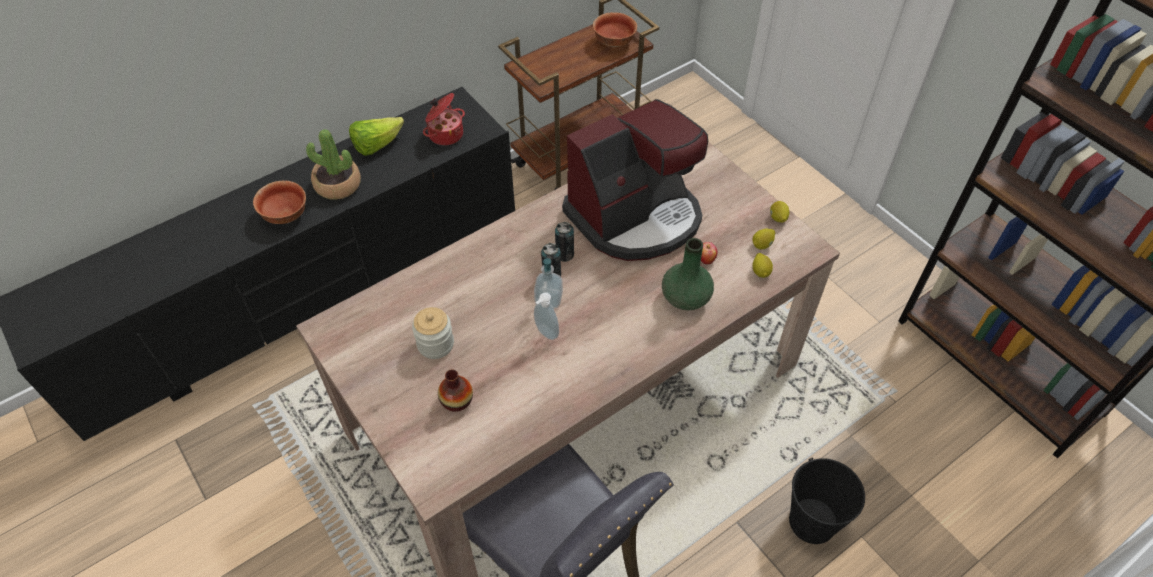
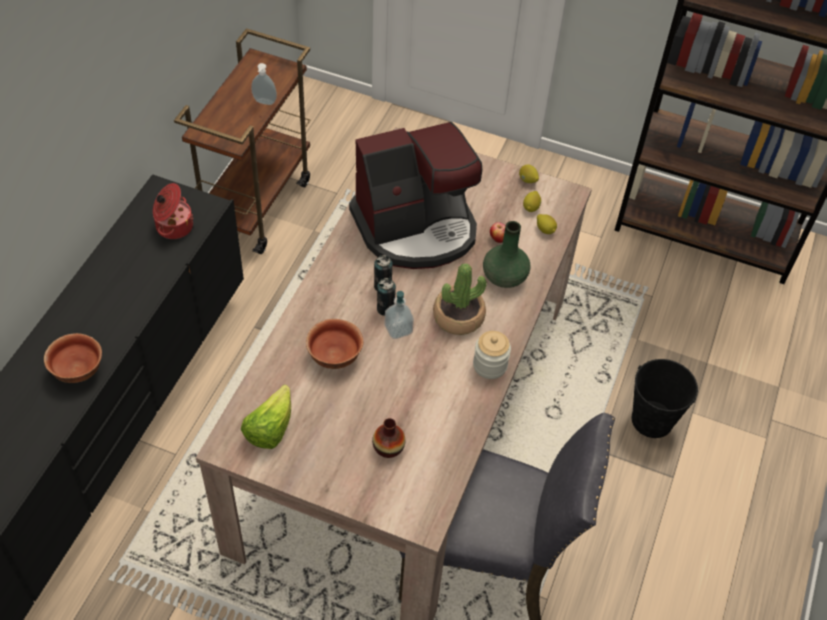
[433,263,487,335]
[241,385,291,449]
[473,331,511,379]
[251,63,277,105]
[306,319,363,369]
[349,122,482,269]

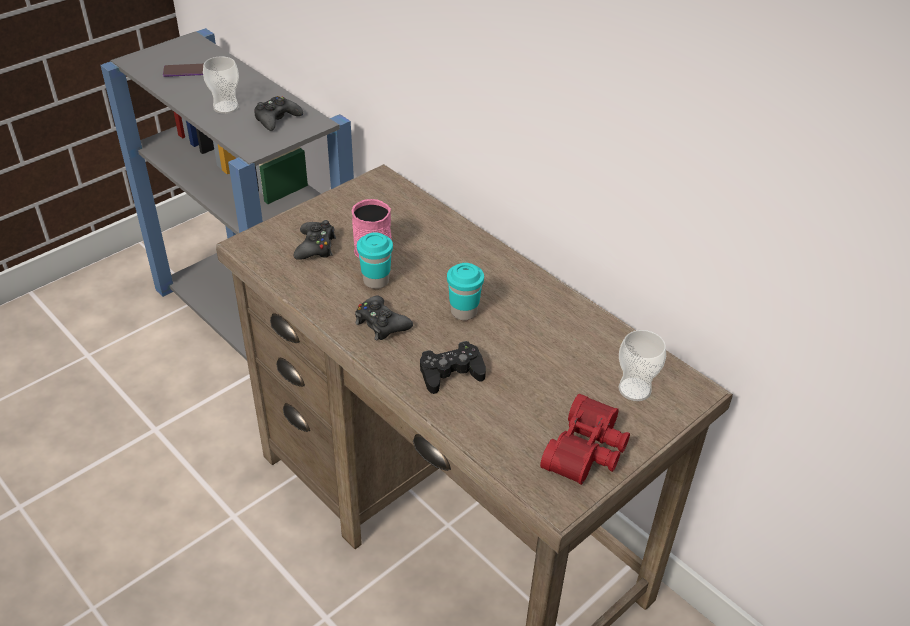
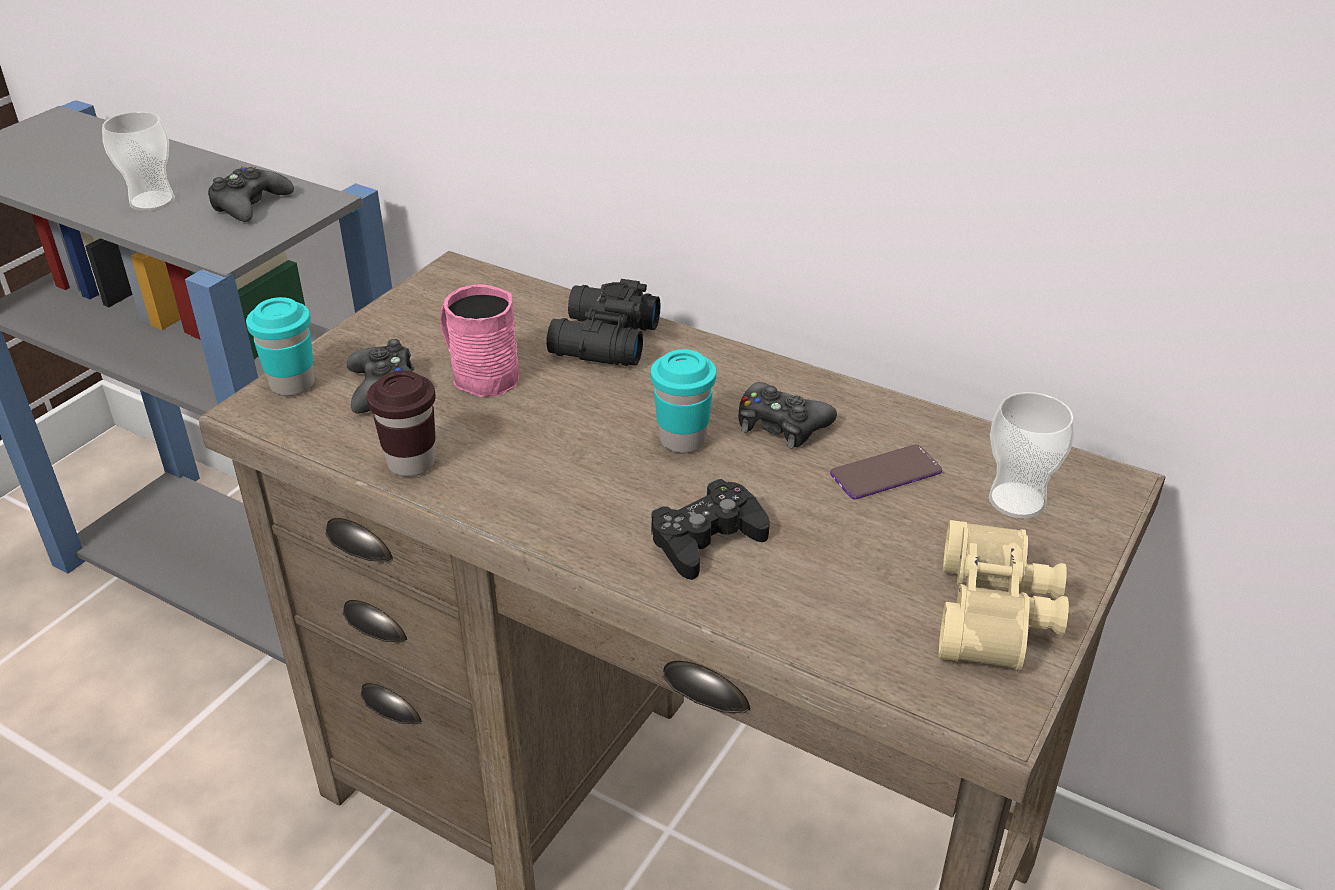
[366,371,436,477]
[547,279,660,366]
[830,444,942,499]
[739,382,837,449]
[246,297,314,396]
[938,520,1069,671]

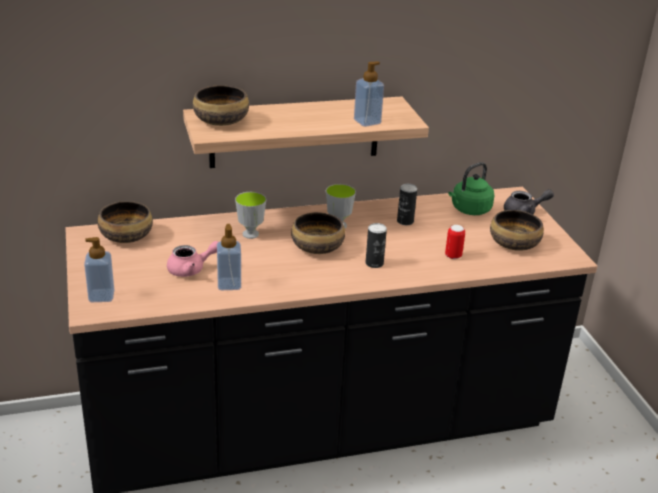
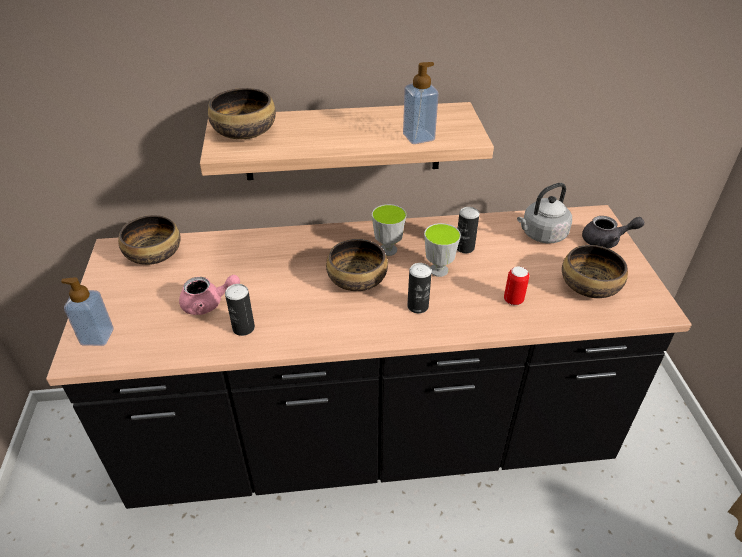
[424,223,461,277]
[225,284,255,336]
[517,183,572,243]

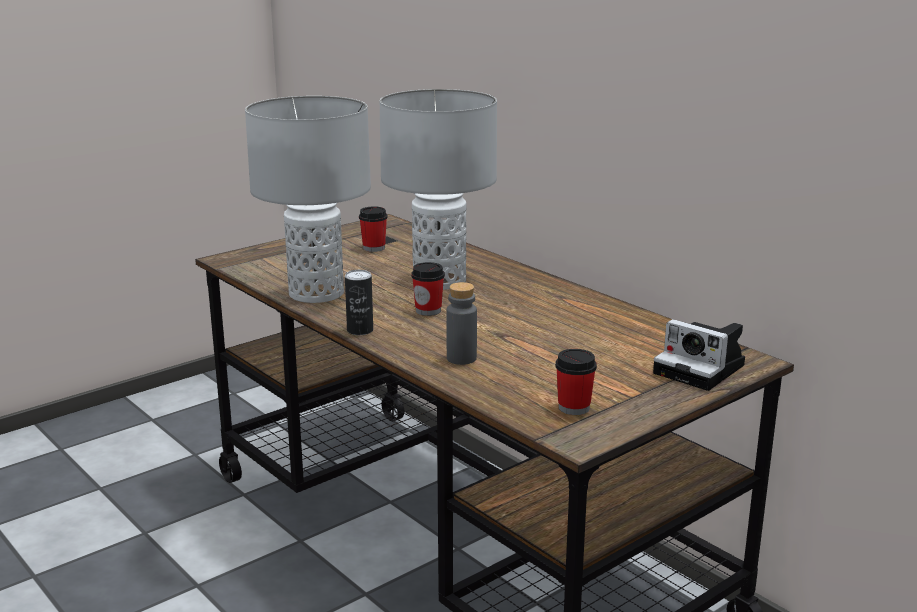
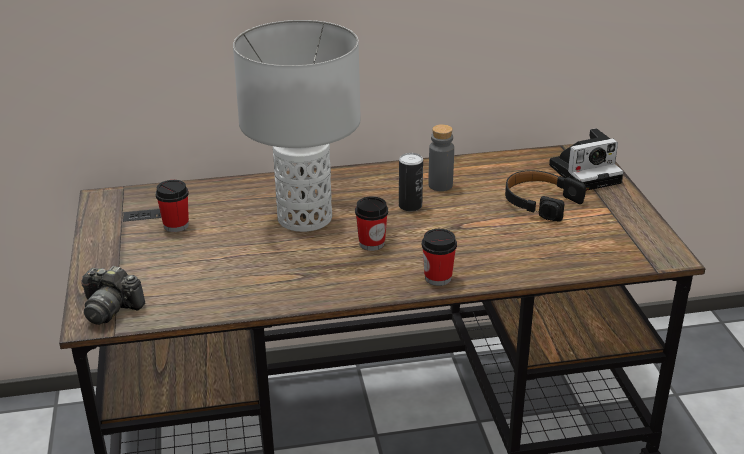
[245,96,371,303] (first image)
[81,266,145,325]
[505,170,586,221]
[399,153,423,211]
[428,124,454,191]
[422,229,457,286]

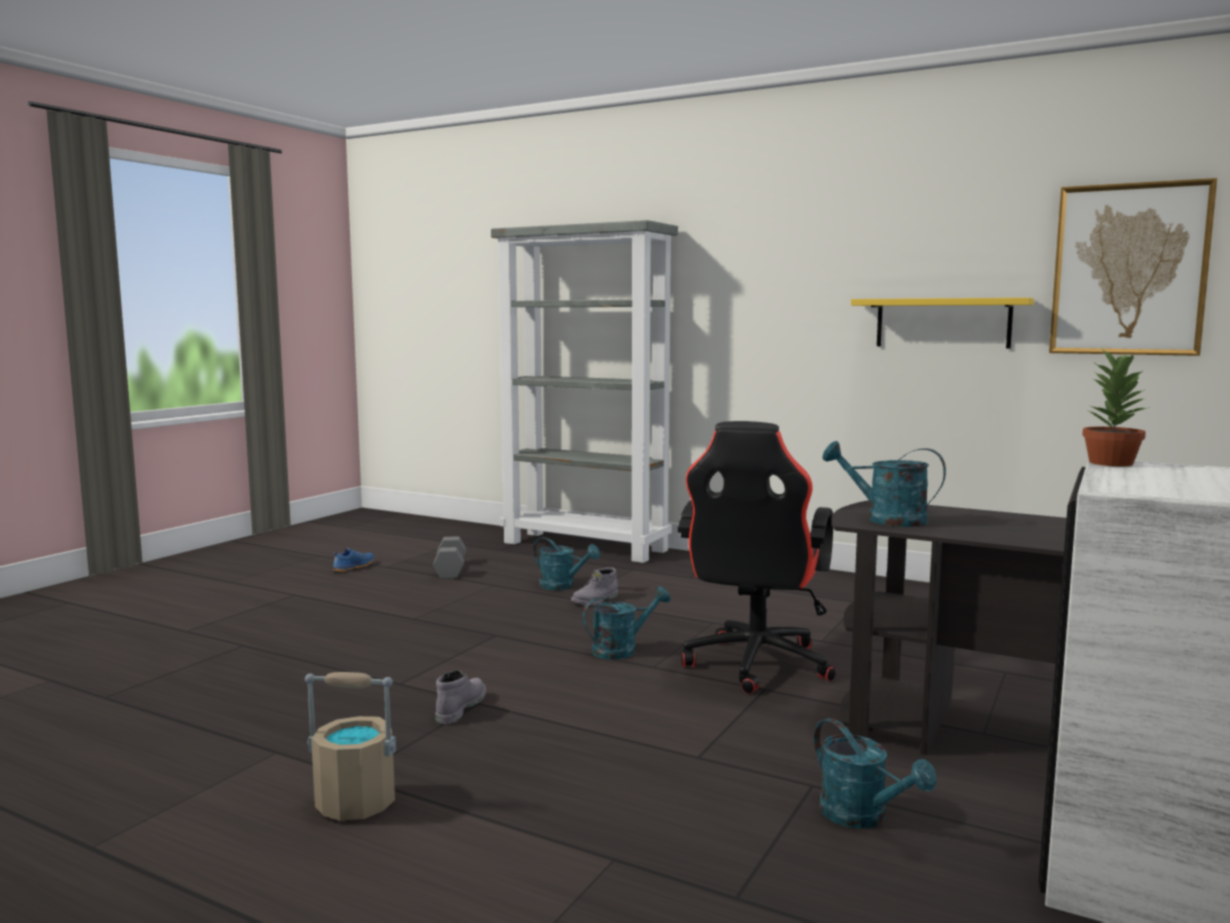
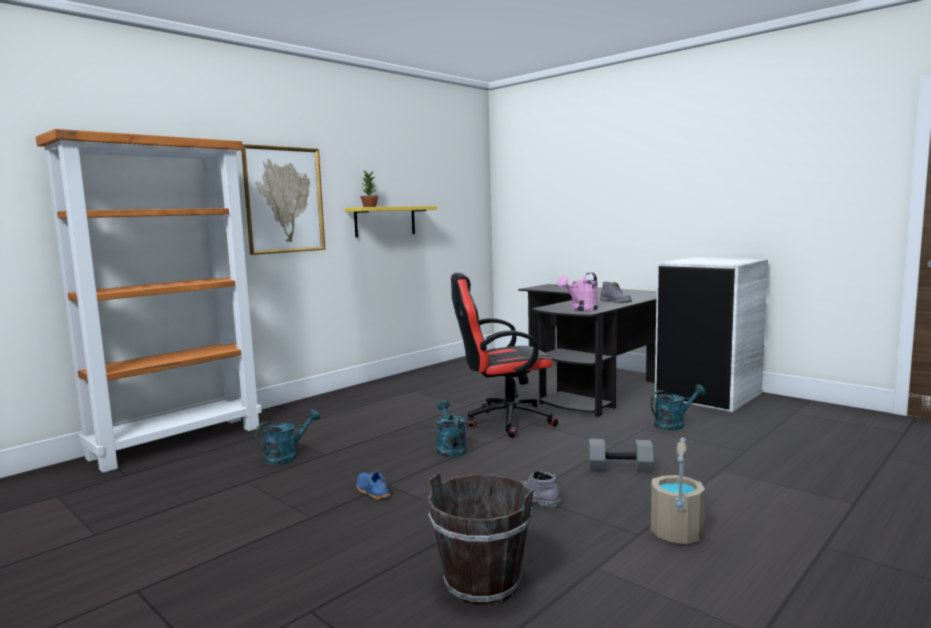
[427,472,534,606]
[357,471,390,500]
[589,439,654,472]
[600,282,632,303]
[241,144,325,255]
[361,170,379,207]
[36,129,262,473]
[558,272,598,311]
[451,273,558,438]

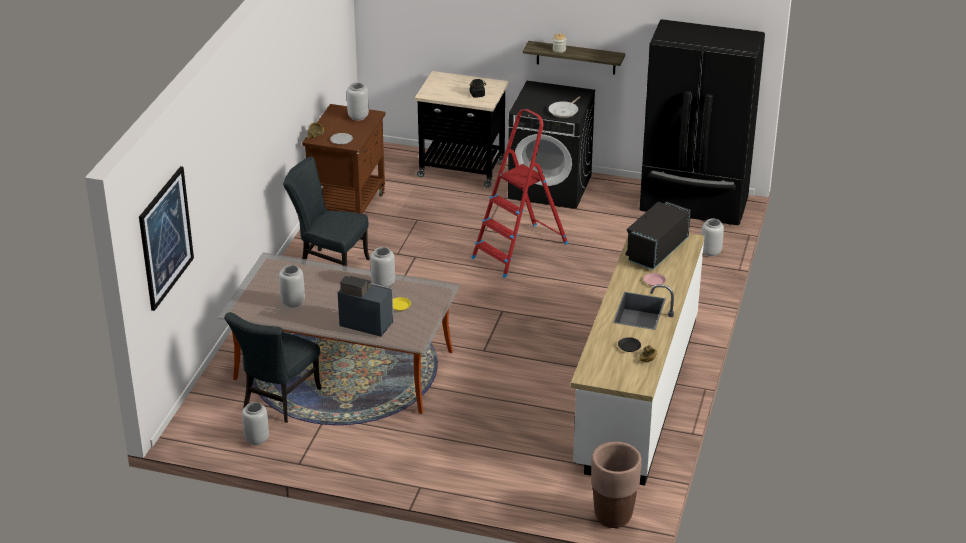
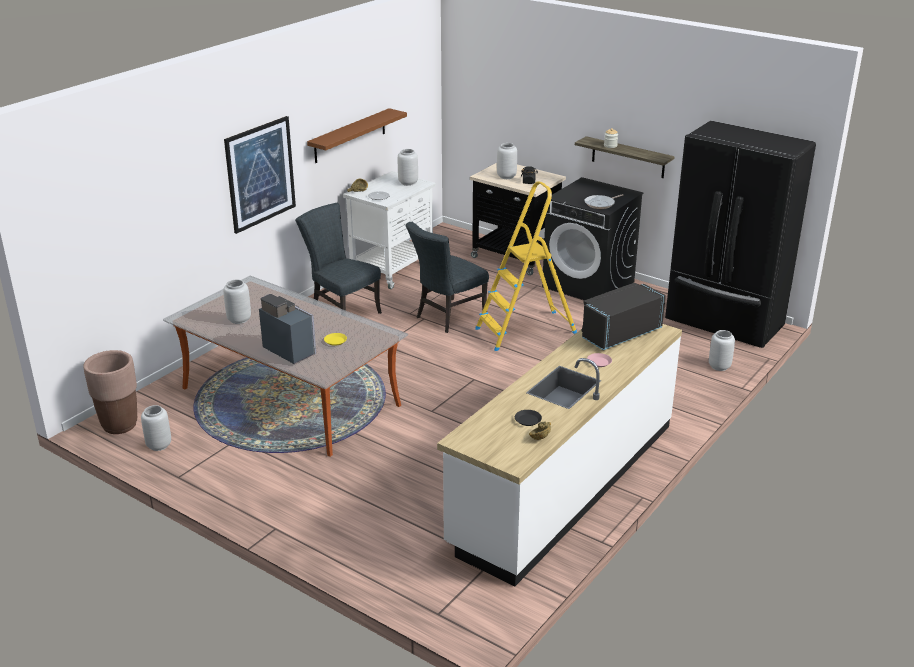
[307,108,407,163]
[224,116,296,234]
[406,222,489,333]
[497,143,517,179]
[84,350,137,434]
[343,171,436,289]
[475,181,577,351]

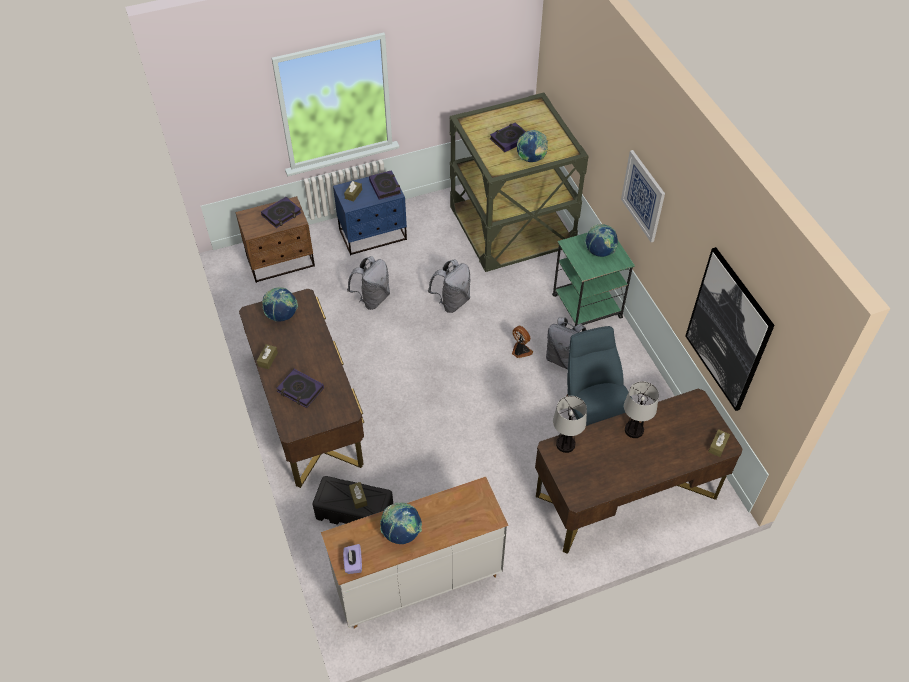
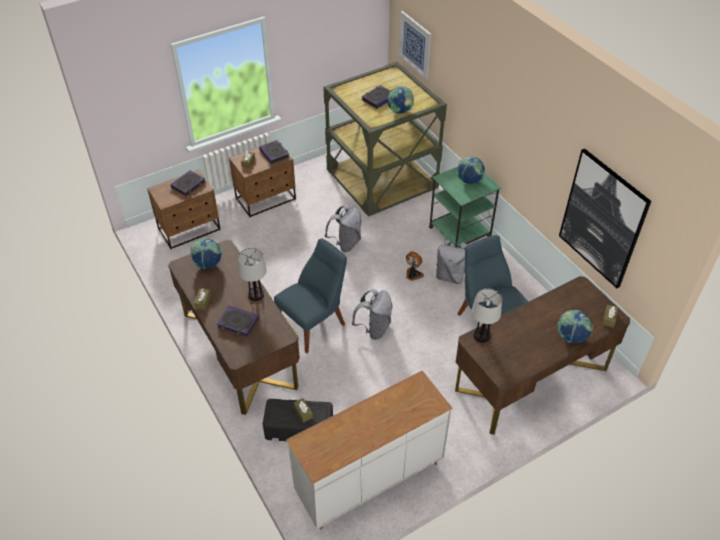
[343,544,362,574] (first image)
[274,238,347,353]
[352,289,393,340]
[557,310,593,343]
[399,11,431,79]
[238,248,267,301]
[229,147,296,217]

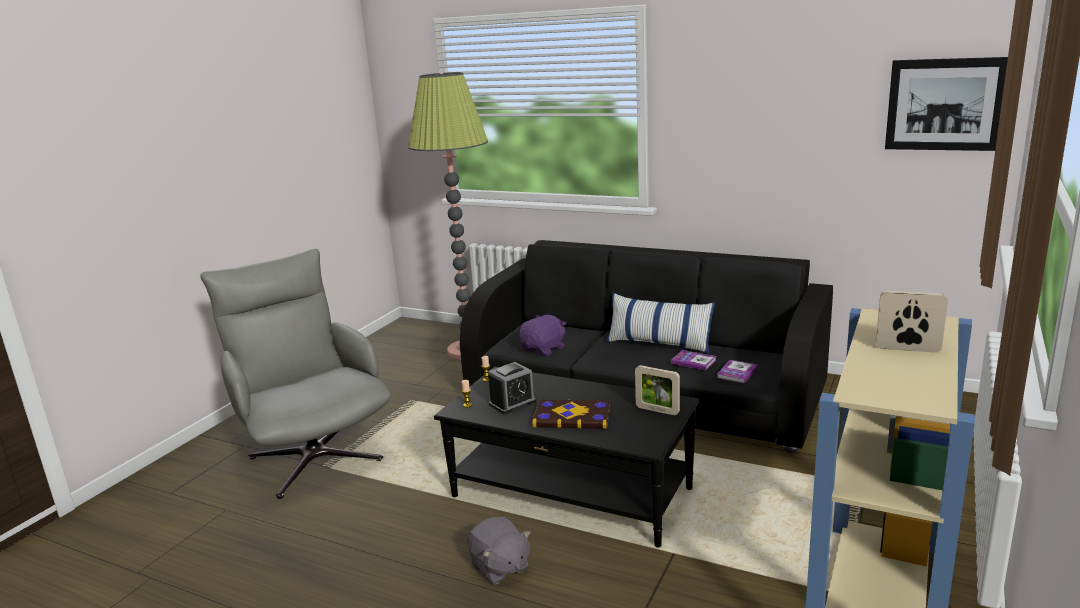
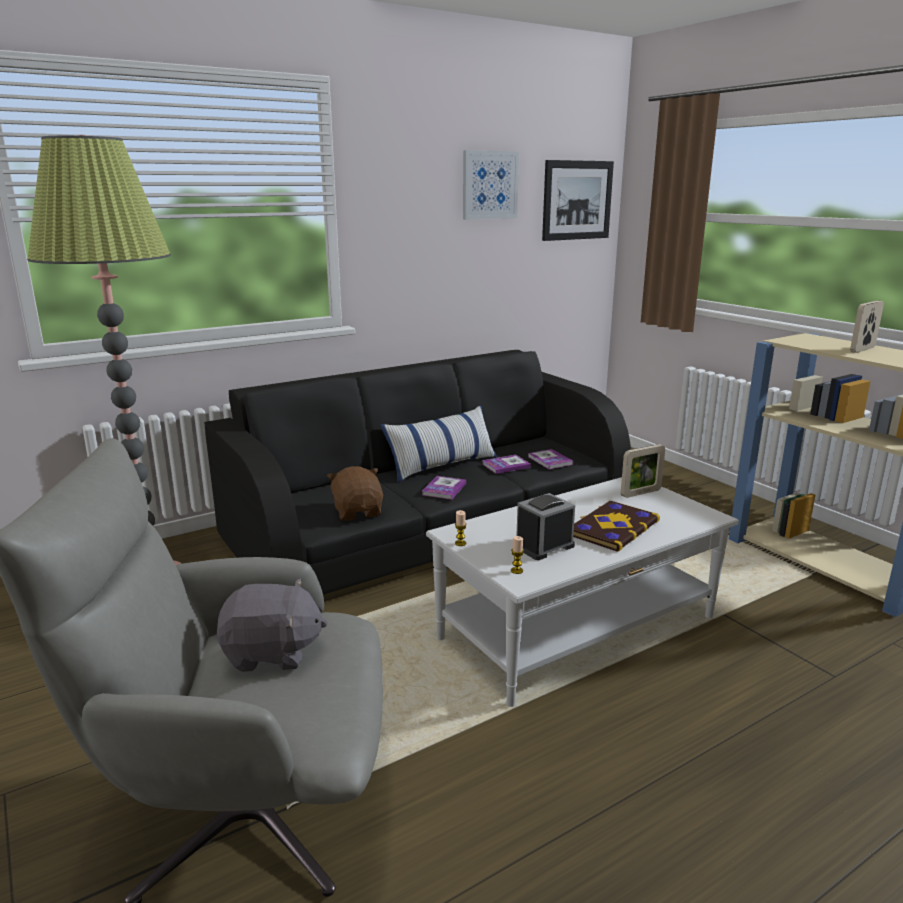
[422,476,466,500]
[463,150,519,220]
[217,579,328,672]
[426,477,739,707]
[327,466,383,521]
[516,493,575,560]

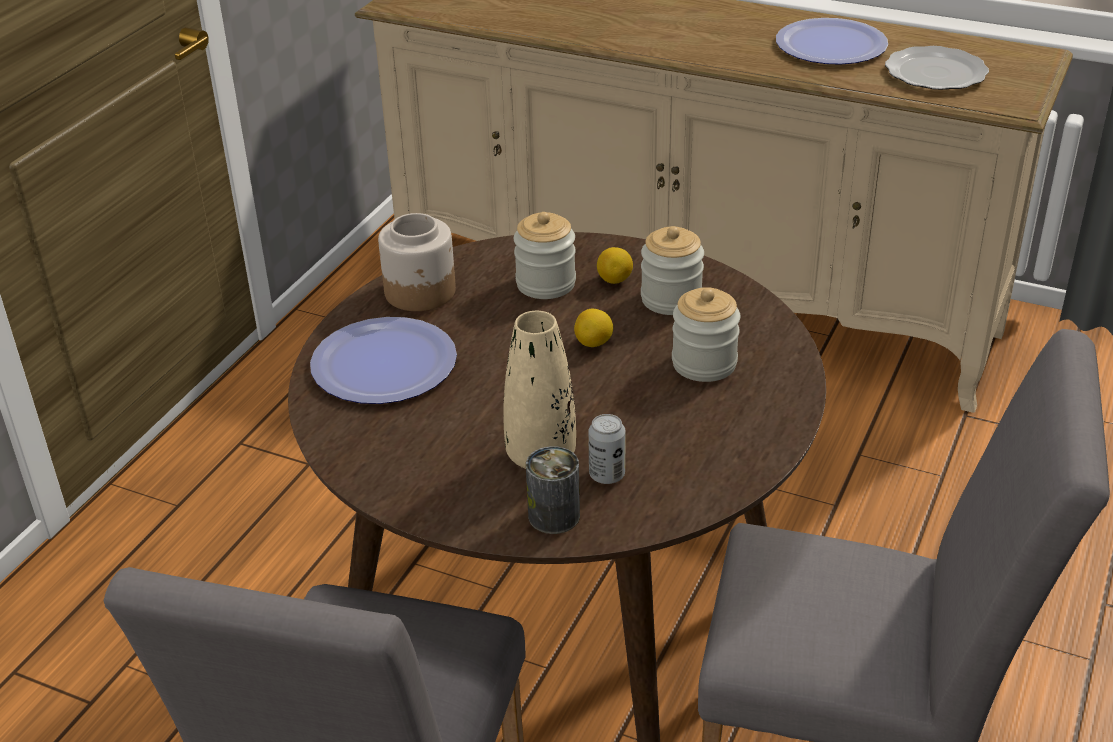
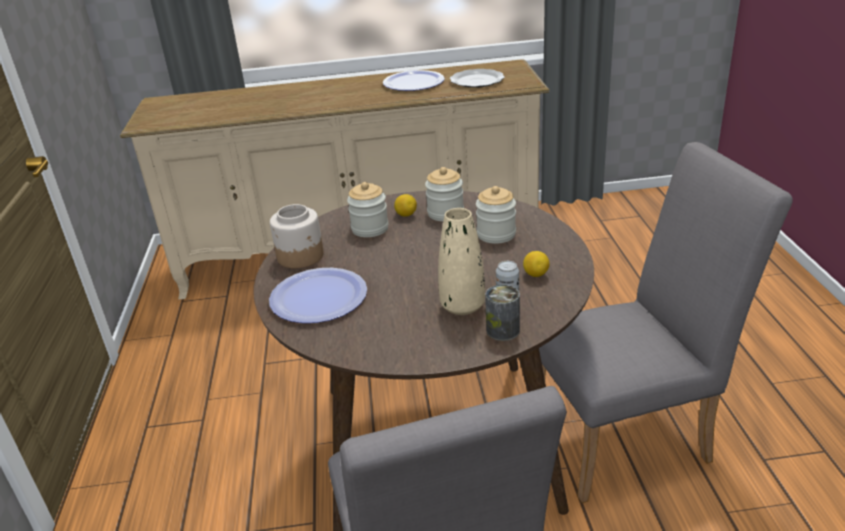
[523,251,550,277]

